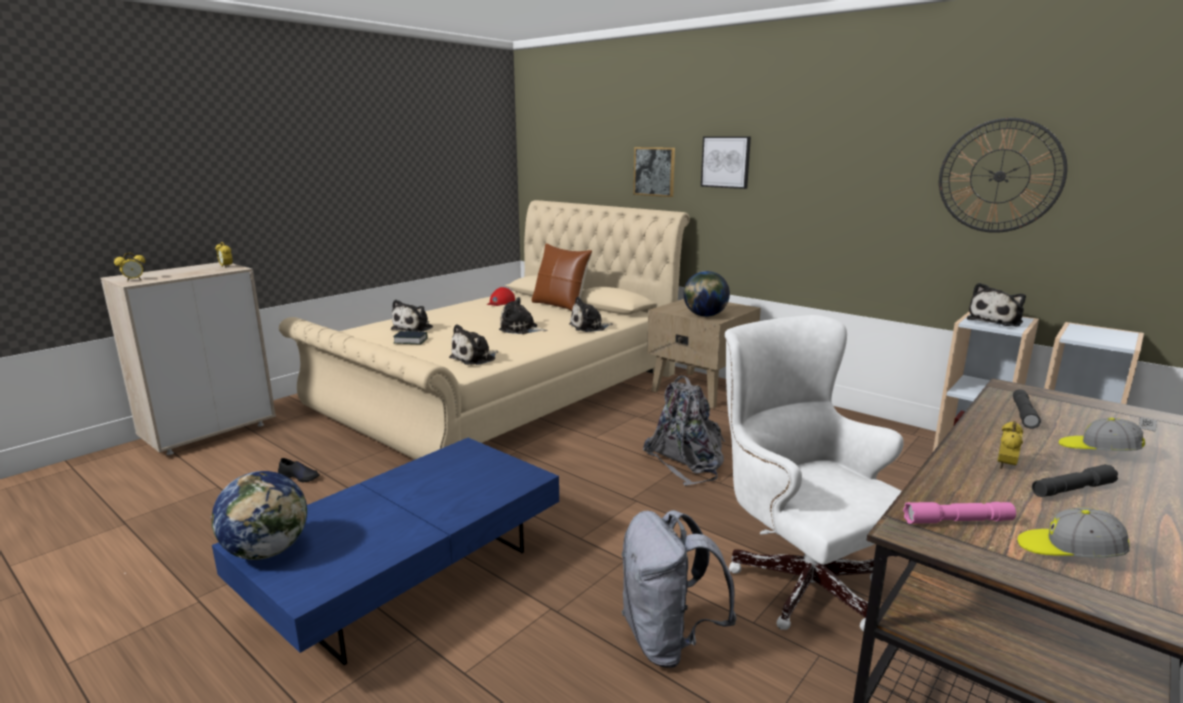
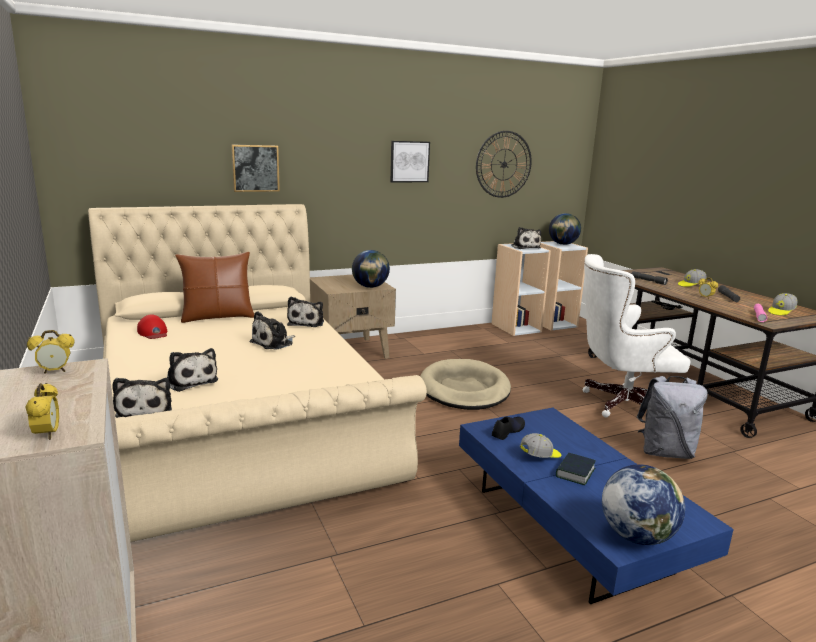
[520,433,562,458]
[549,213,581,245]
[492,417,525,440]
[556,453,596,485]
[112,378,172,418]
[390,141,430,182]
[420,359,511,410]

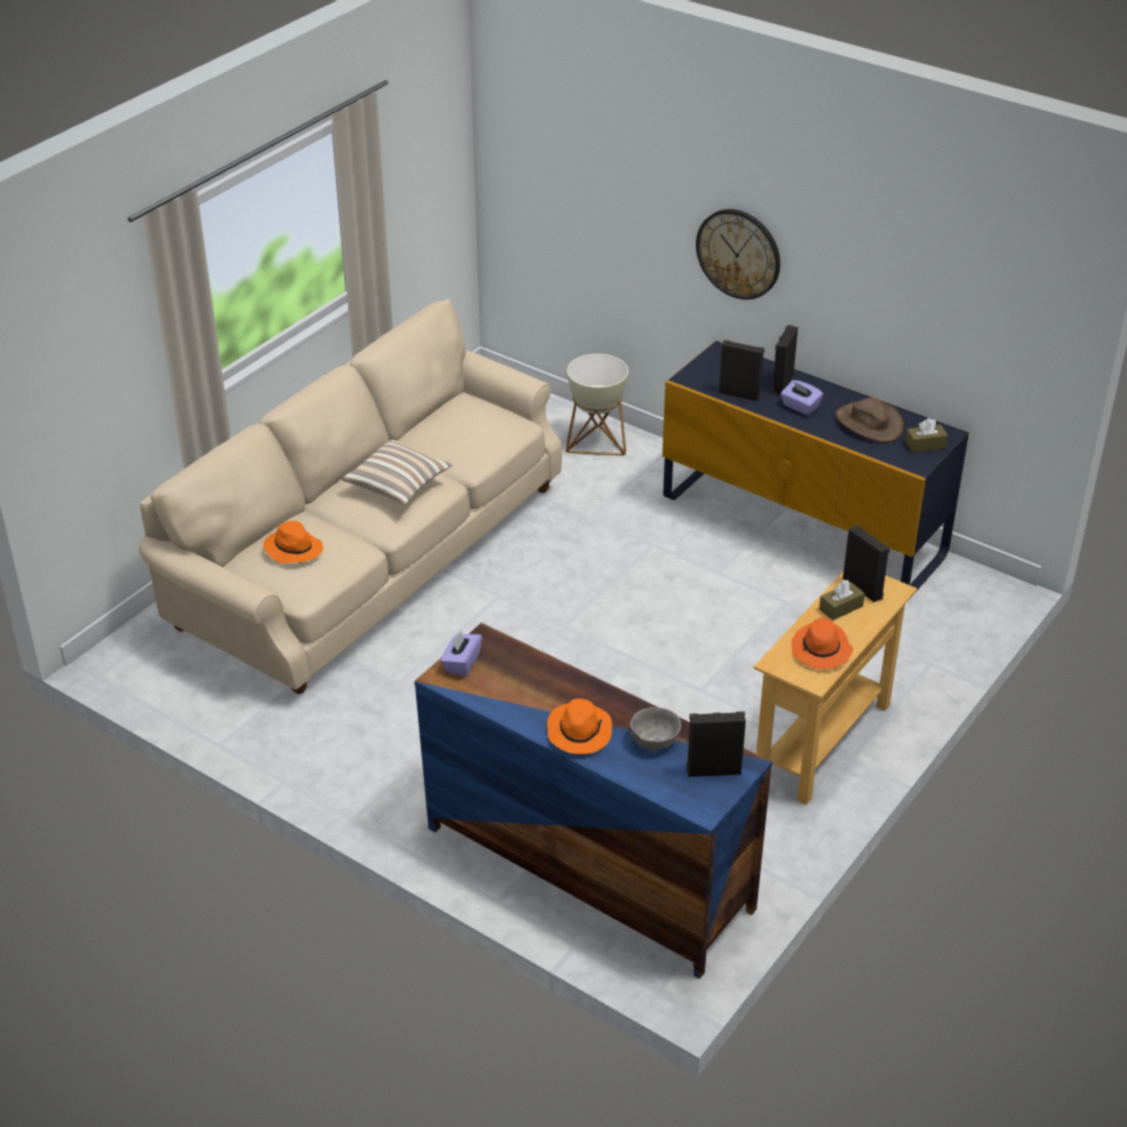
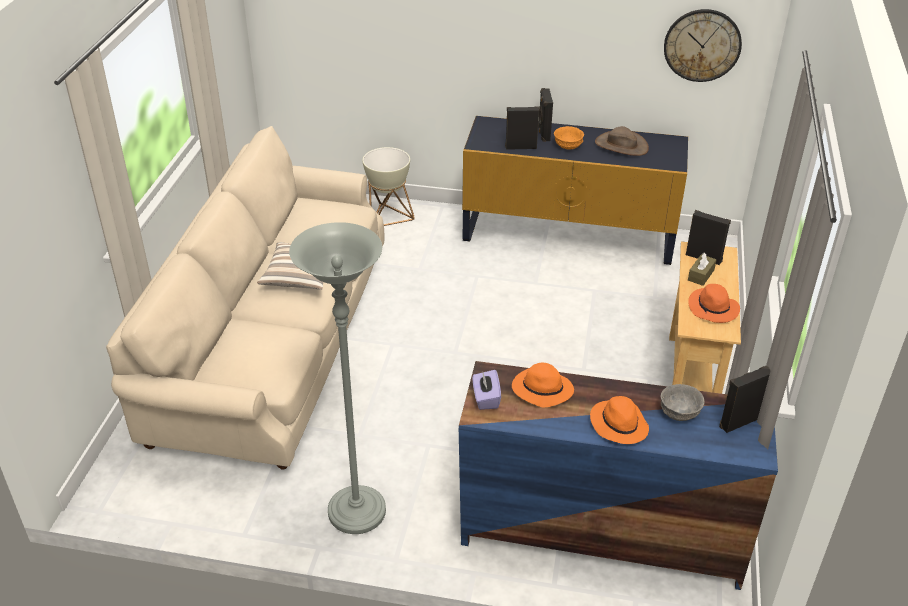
[905,418,948,453] (first image)
[289,222,386,534]
[512,363,574,407]
[664,9,742,82]
[554,126,584,150]

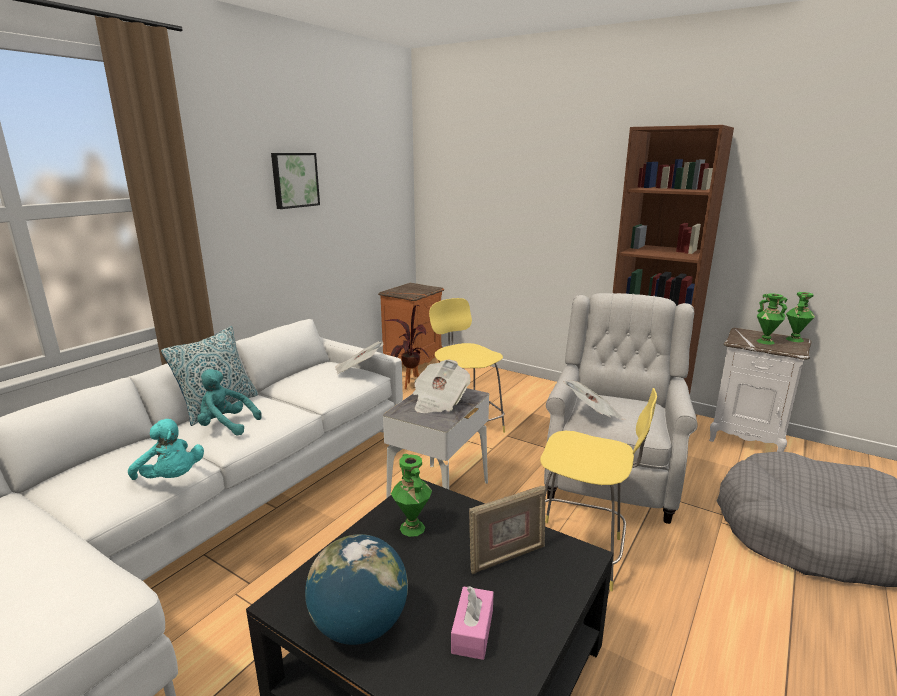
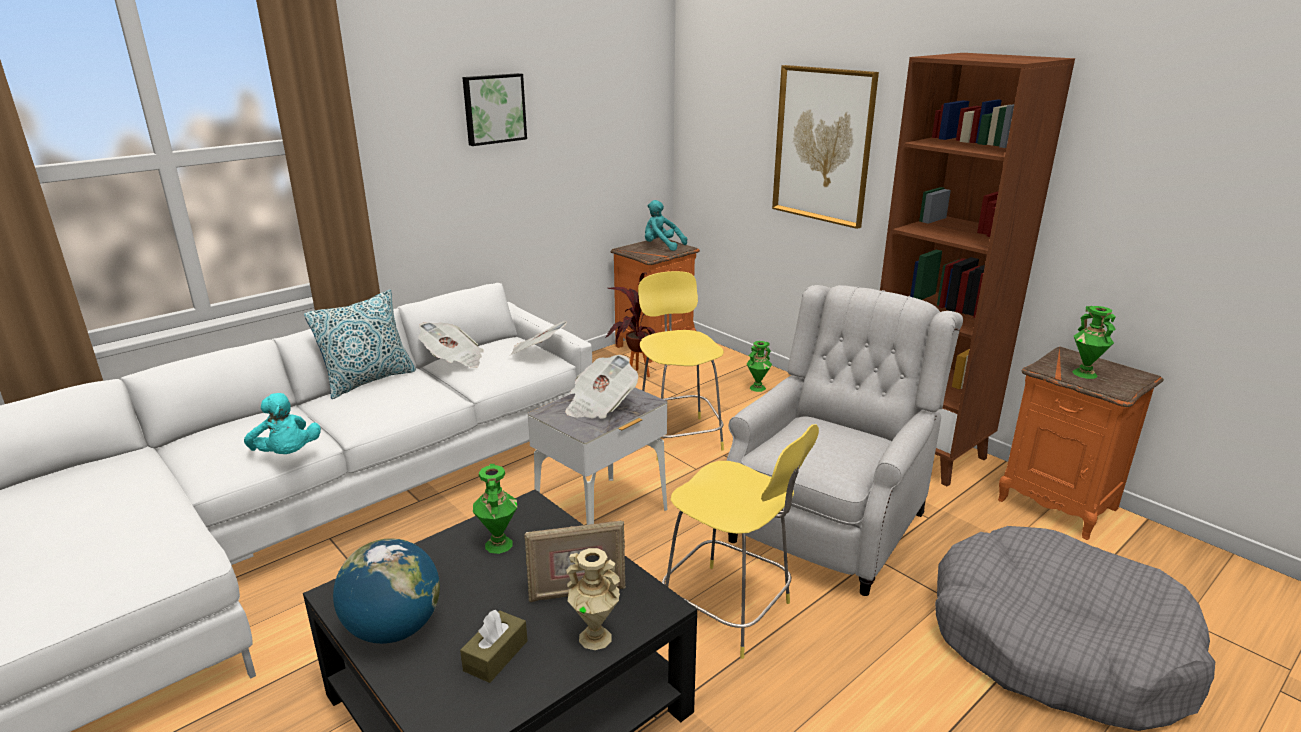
[566,548,620,650]
[772,65,879,229]
[645,200,687,251]
[418,322,483,368]
[747,341,772,392]
[460,610,527,683]
[998,346,1164,540]

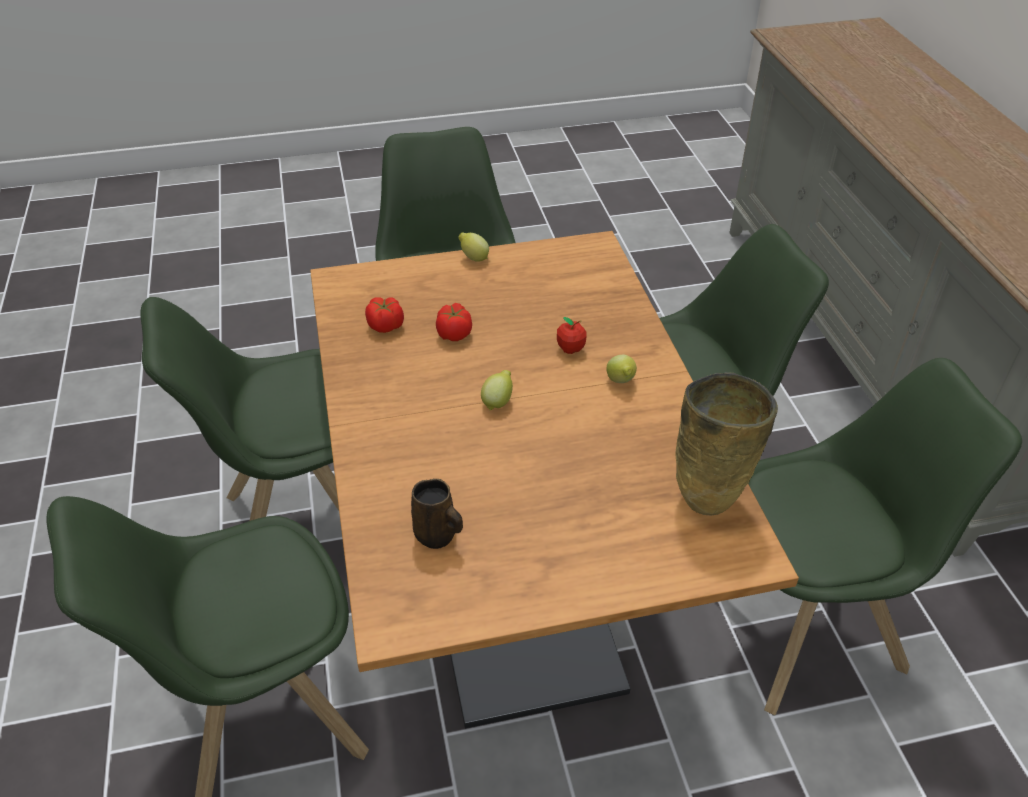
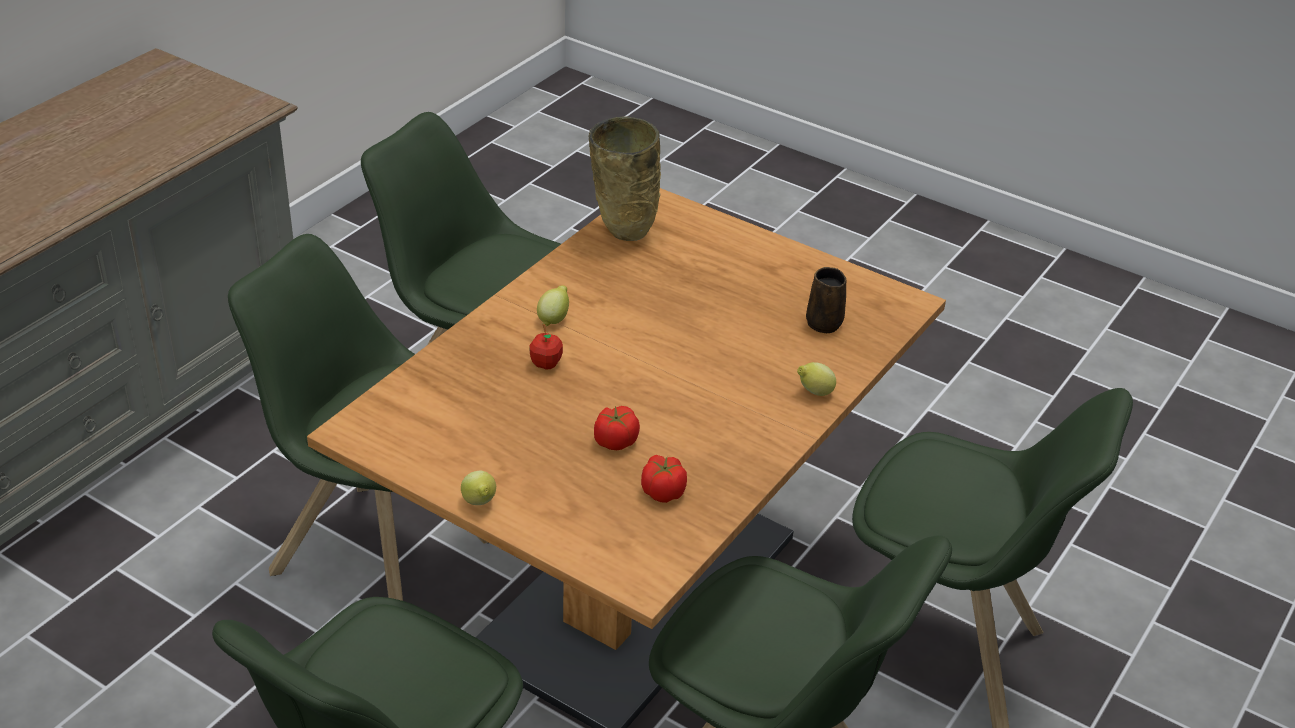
[797,362,836,396]

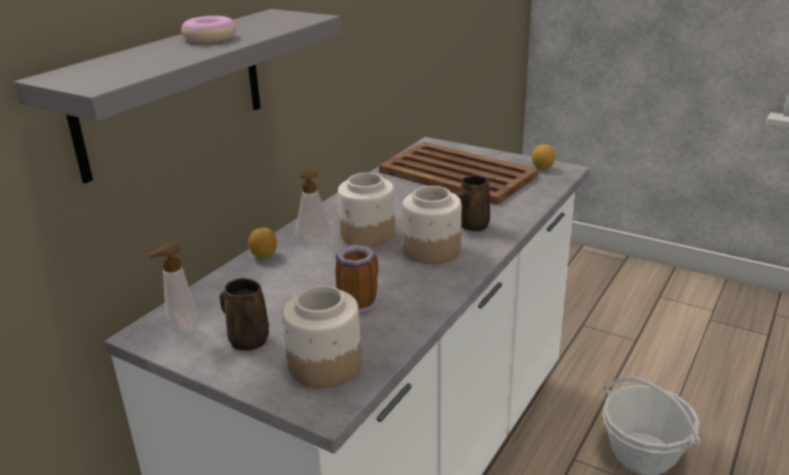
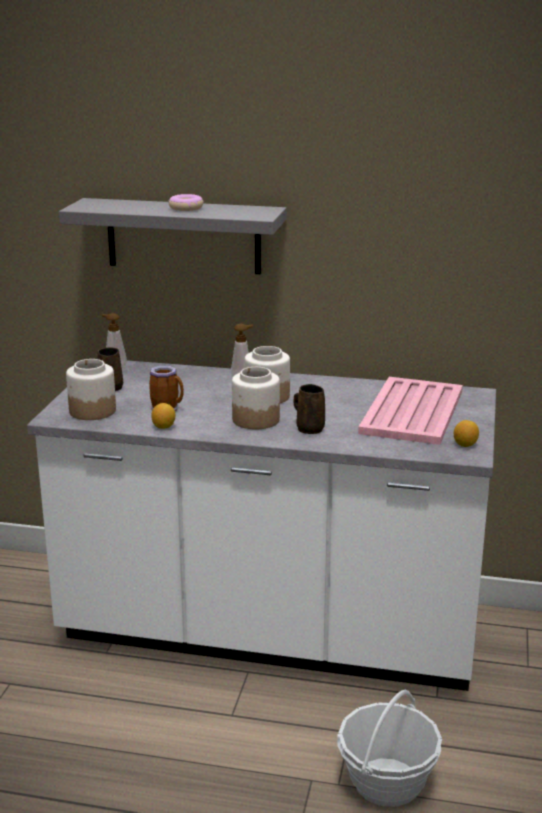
[151,403,175,429]
[358,377,463,445]

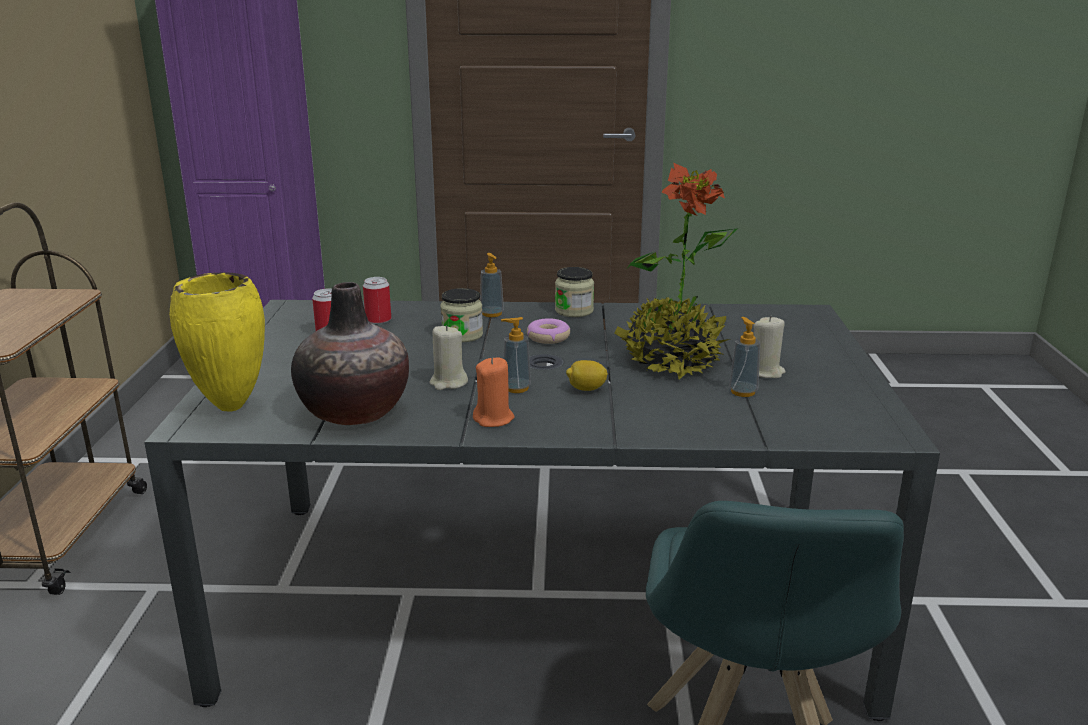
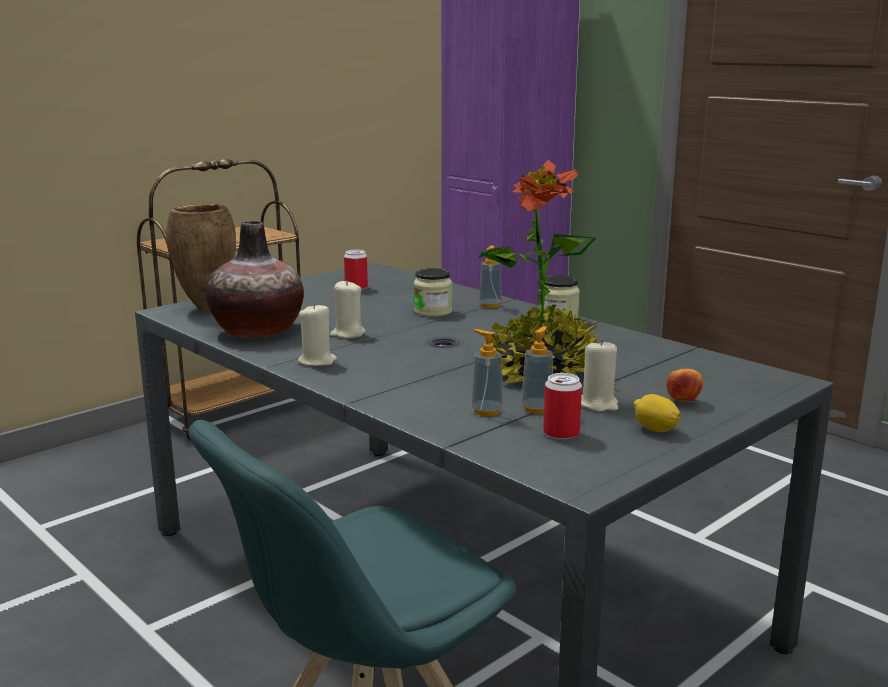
[527,318,570,344] (first image)
[666,368,703,402]
[543,373,582,440]
[471,329,503,416]
[634,394,681,432]
[166,204,236,311]
[298,303,337,366]

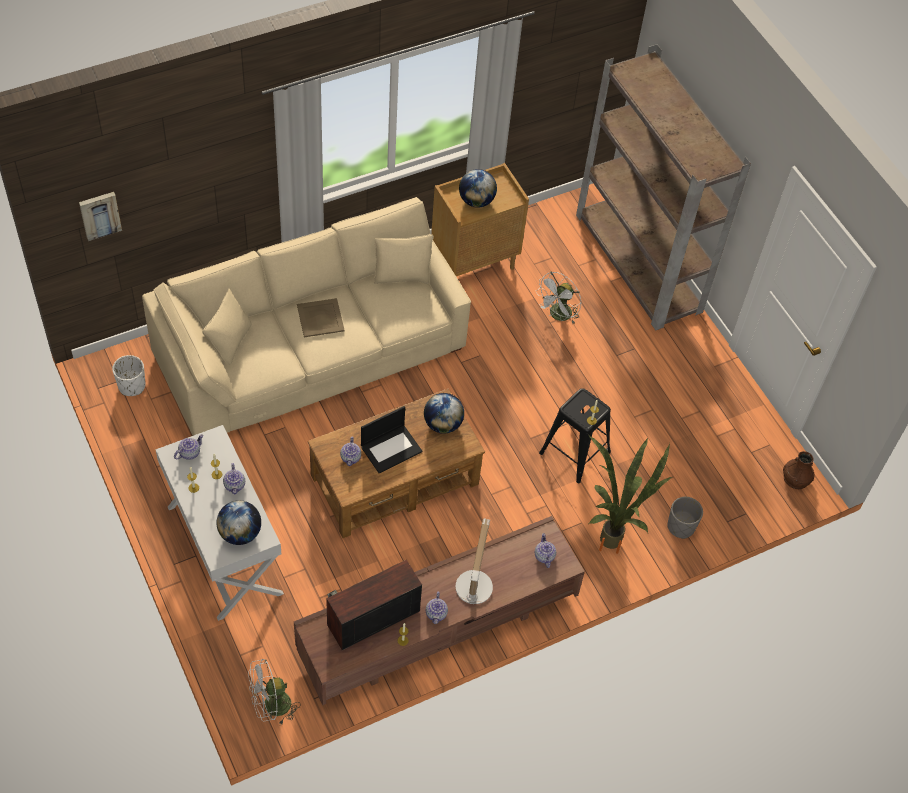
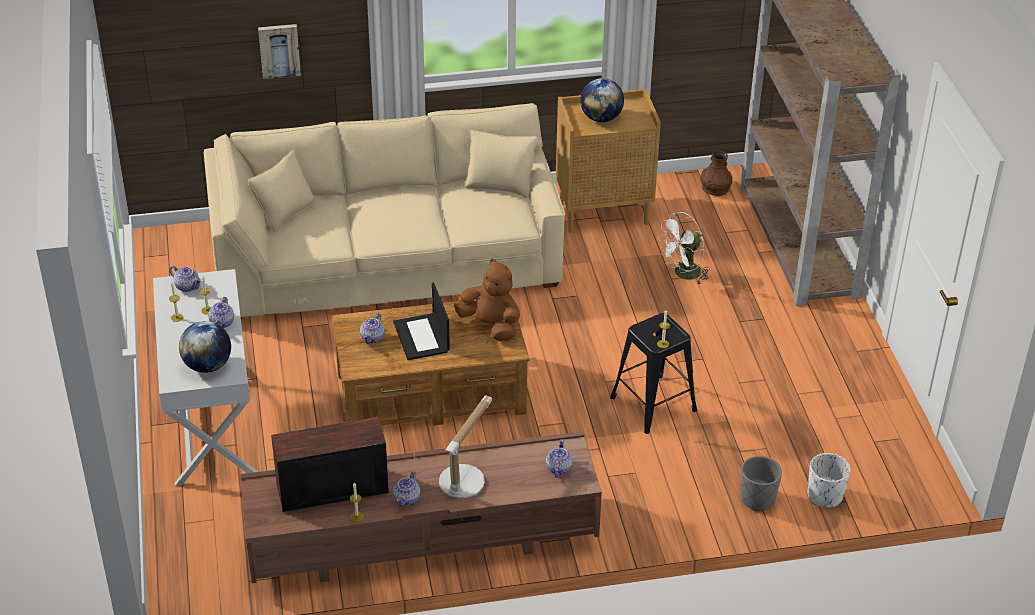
[248,659,301,725] (first image)
[297,298,345,337] (first image)
[589,436,672,554] (first image)
[258,24,301,79]
[808,453,850,508]
[700,151,732,196]
[454,259,520,341]
[170,266,202,292]
[393,283,450,360]

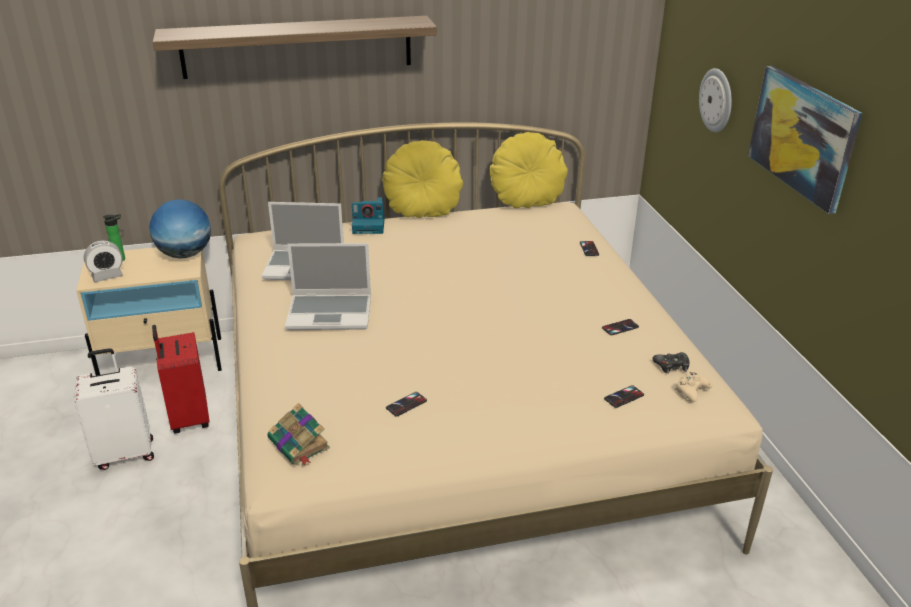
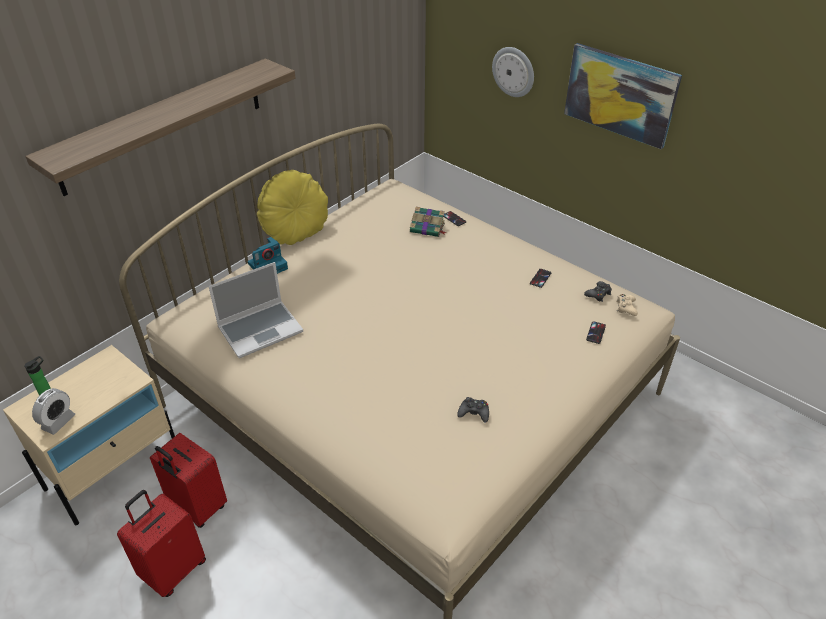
[149,199,211,259] (first image)
[285,243,371,330] (first image)
[490,132,568,208] (first image)
[410,207,446,237]
[457,397,489,423]
[117,490,206,597]

